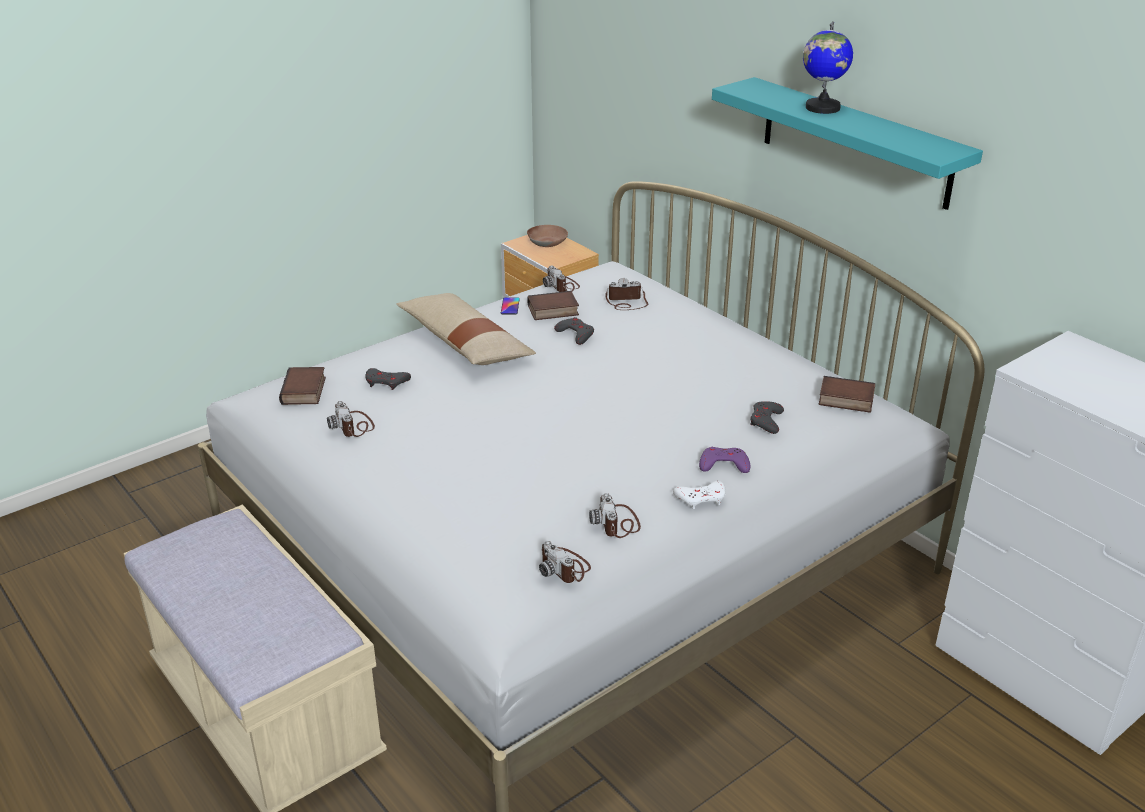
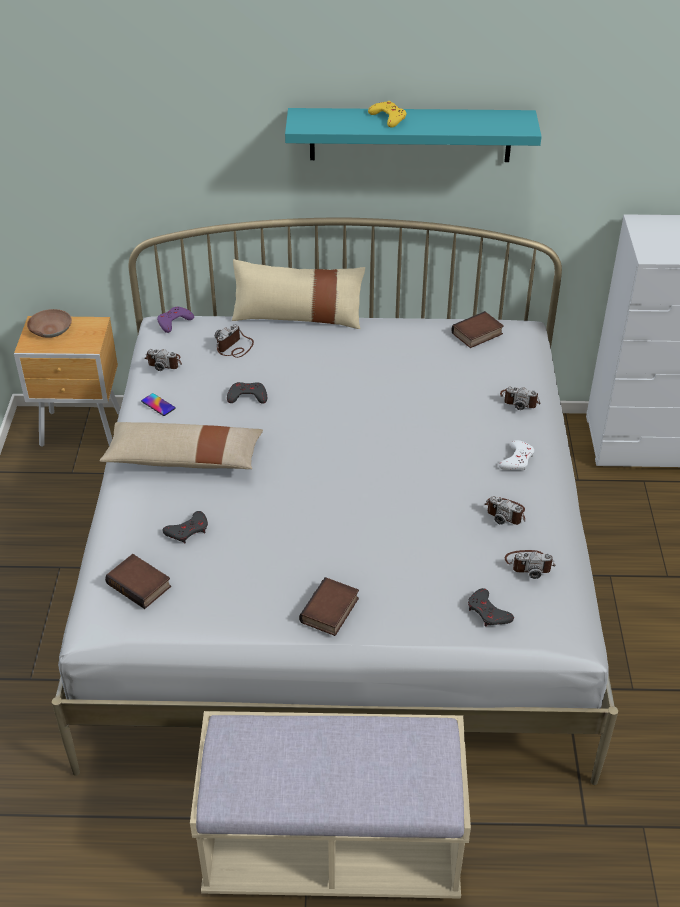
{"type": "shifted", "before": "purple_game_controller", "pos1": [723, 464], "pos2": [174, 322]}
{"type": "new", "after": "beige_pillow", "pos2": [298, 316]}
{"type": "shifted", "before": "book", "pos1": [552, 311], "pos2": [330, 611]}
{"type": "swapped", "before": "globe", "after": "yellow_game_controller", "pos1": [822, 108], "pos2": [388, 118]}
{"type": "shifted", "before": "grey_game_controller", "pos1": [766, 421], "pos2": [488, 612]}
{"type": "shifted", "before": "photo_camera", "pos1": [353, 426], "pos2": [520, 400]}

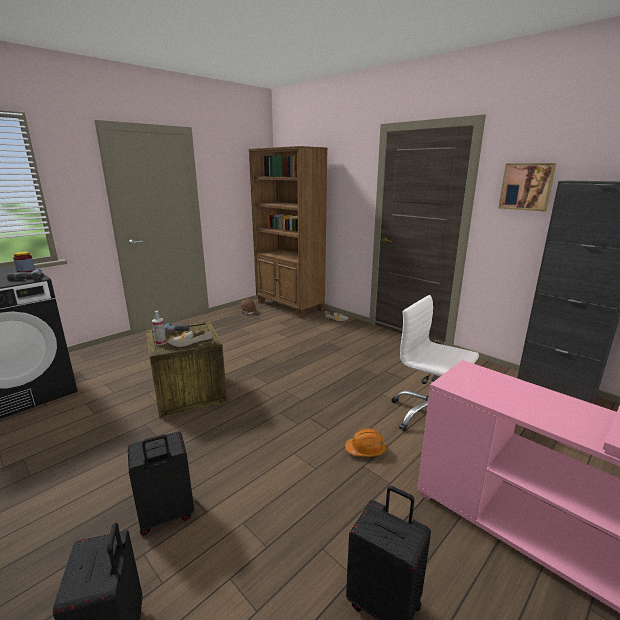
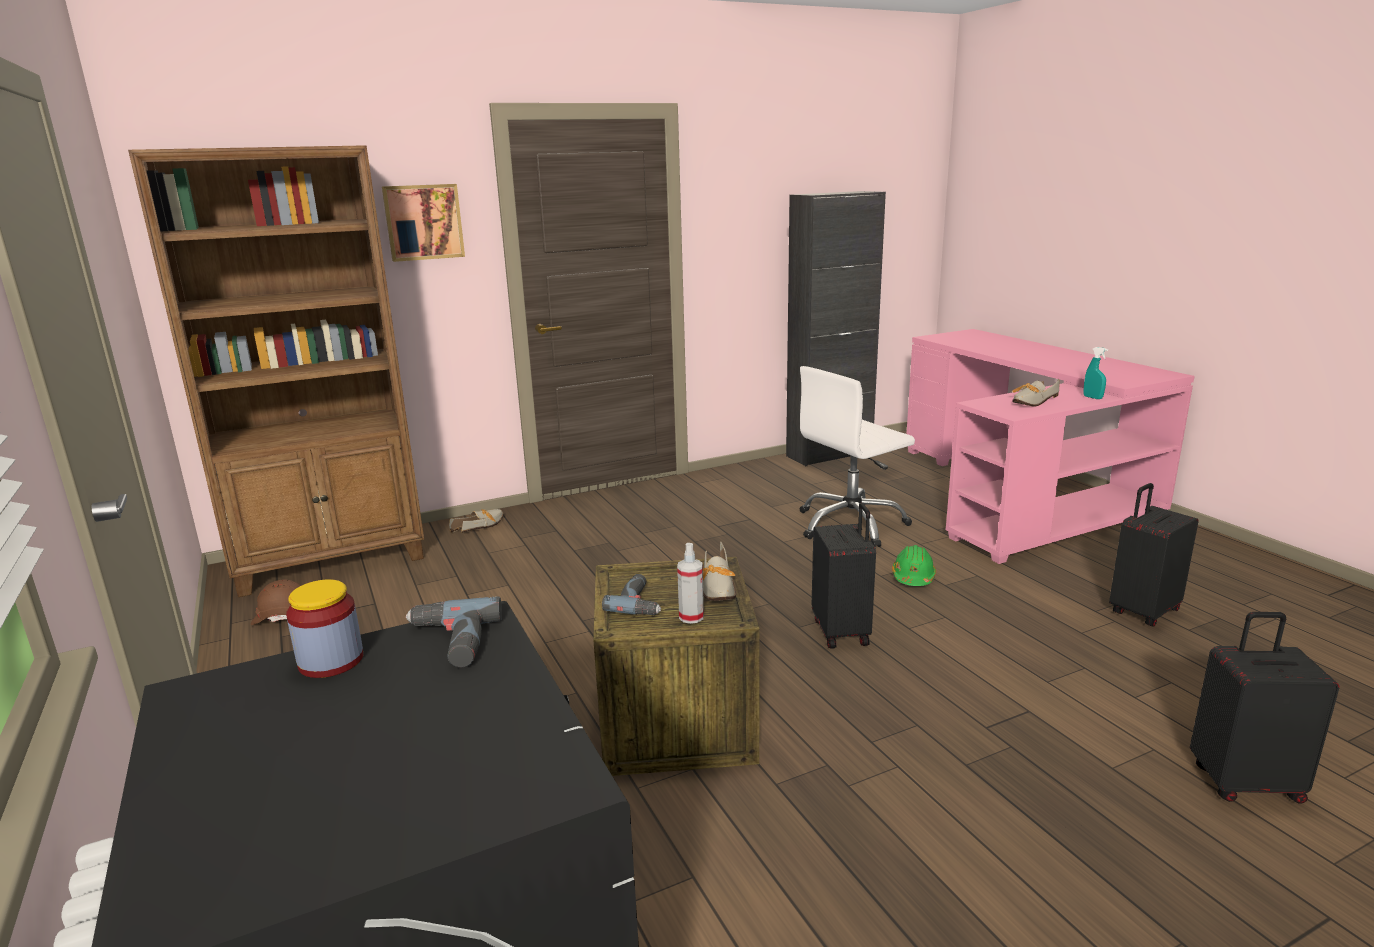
{"type": "shifted", "before": "picture", "pos1": [526, 186], "pos2": [423, 222]}
{"type": "shifted", "before": "black_suitcase", "pos1": [166, 516], "pos2": [842, 631]}
{"type": "repainted", "before": "orange_hard_hat", "after": "green_hard_hat", "pos1": [366, 450], "pos2": [913, 577]}
{"type": "new", "after": "shoe", "pos2": [1031, 402]}
{"type": "new", "after": "turquoise_spray_bottle", "pos2": [1092, 397]}

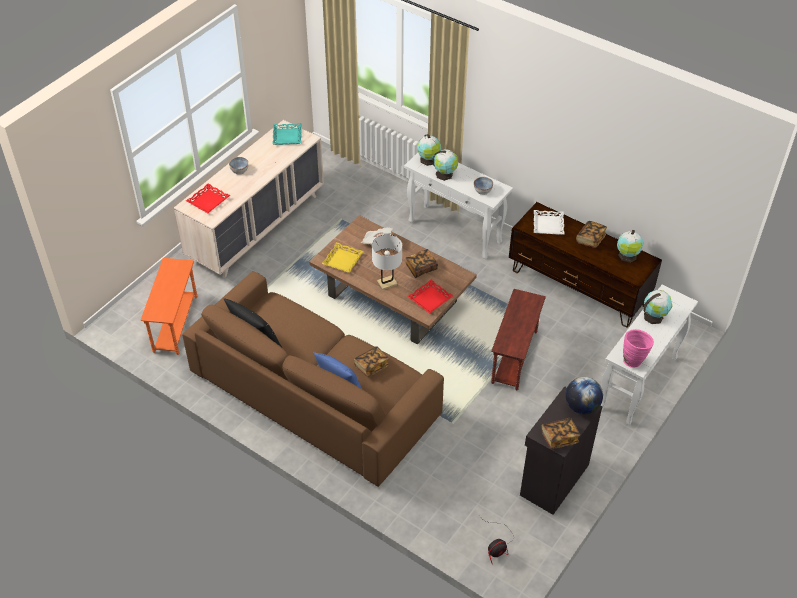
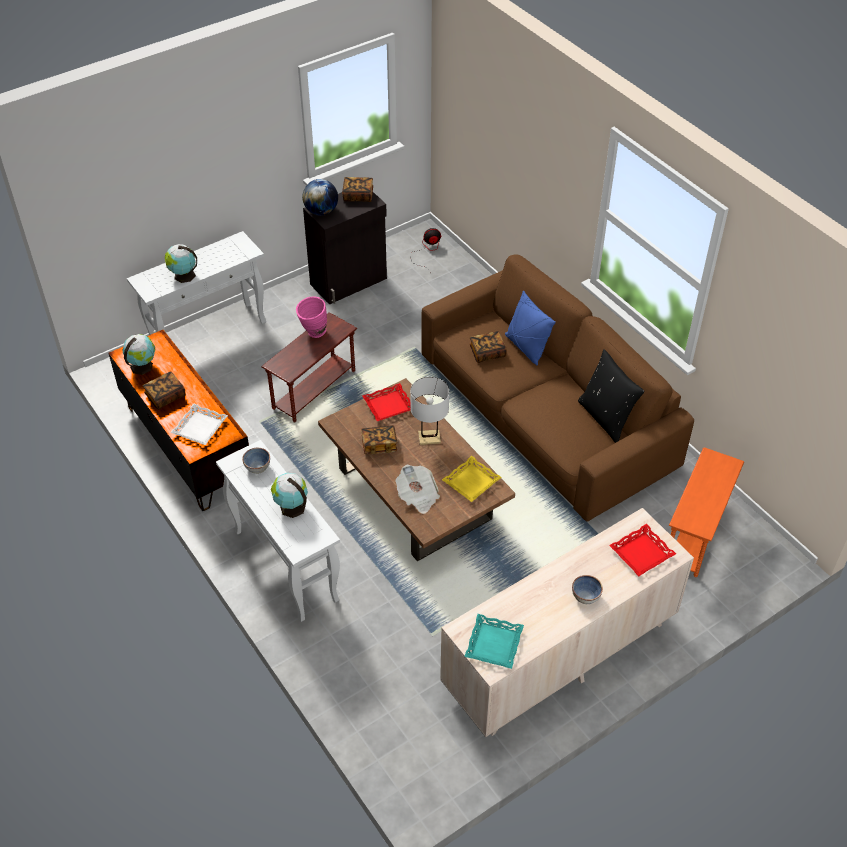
{"type": "shifted", "before": "pink_vase", "pos1": [633, 360], "pos2": [313, 333]}
{"type": "gone", "before": "globe", "pos1": [428, 160]}

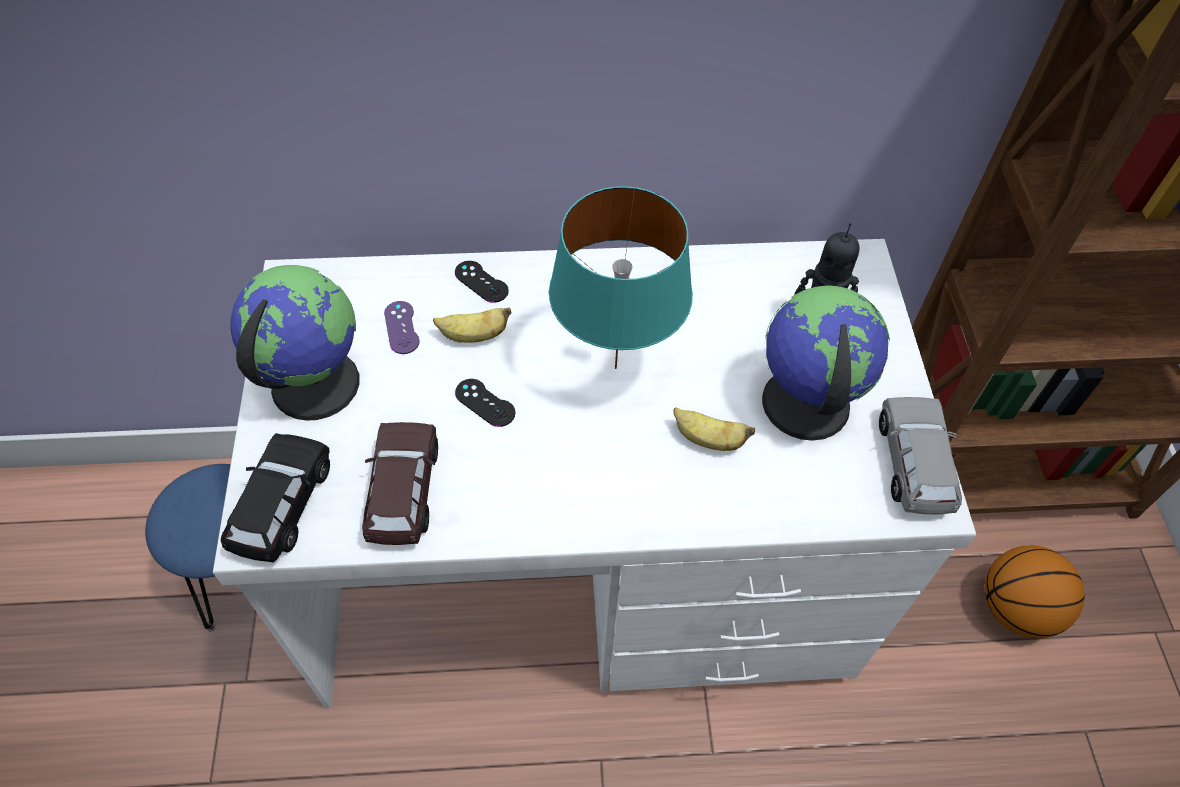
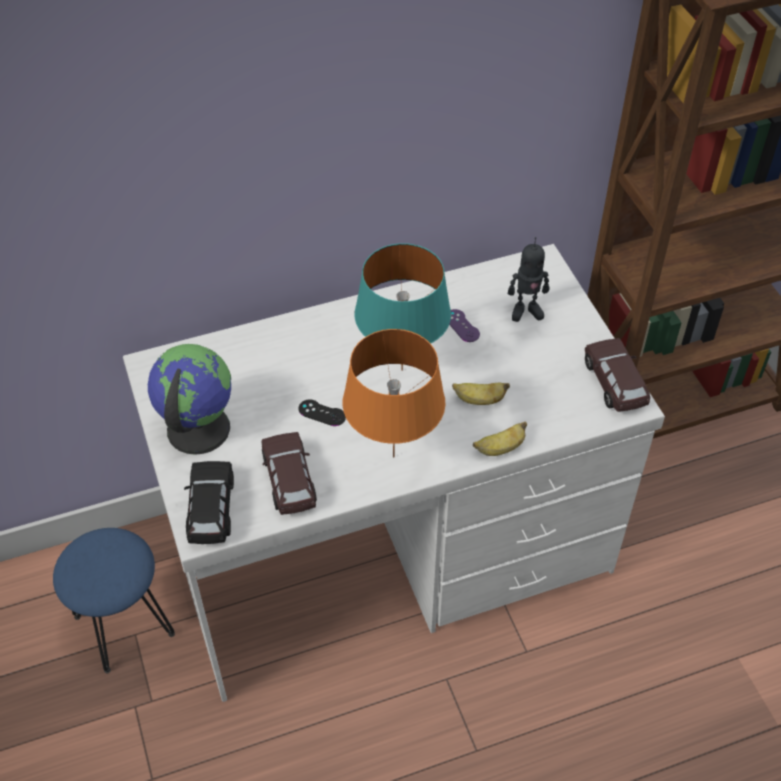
{"type": "new", "after": "orange_table_lamp", "pos2": [392, 456]}
{"type": "shifted", "before": "purple_game_controller", "pos1": [401, 327], "pos2": [462, 326]}
{"type": "shifted", "before": "banana", "pos1": [473, 336], "pos2": [500, 449]}
{"type": "repainted", "before": "grey_toy_car", "after": "brown_toy_car", "pos1": [913, 464], "pos2": [614, 383]}
{"type": "gone", "before": "black_game_controller", "pos1": [481, 282]}
{"type": "gone", "before": "globe", "pos1": [804, 403]}
{"type": "gone", "before": "basketball", "pos1": [1016, 609]}

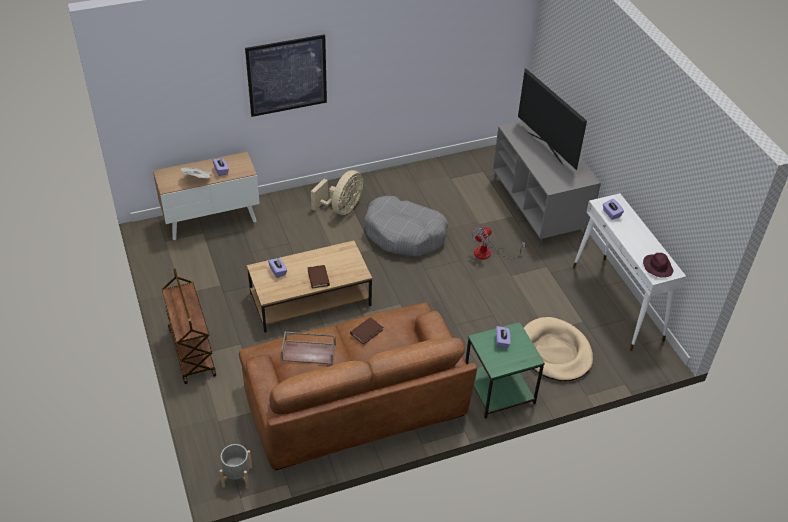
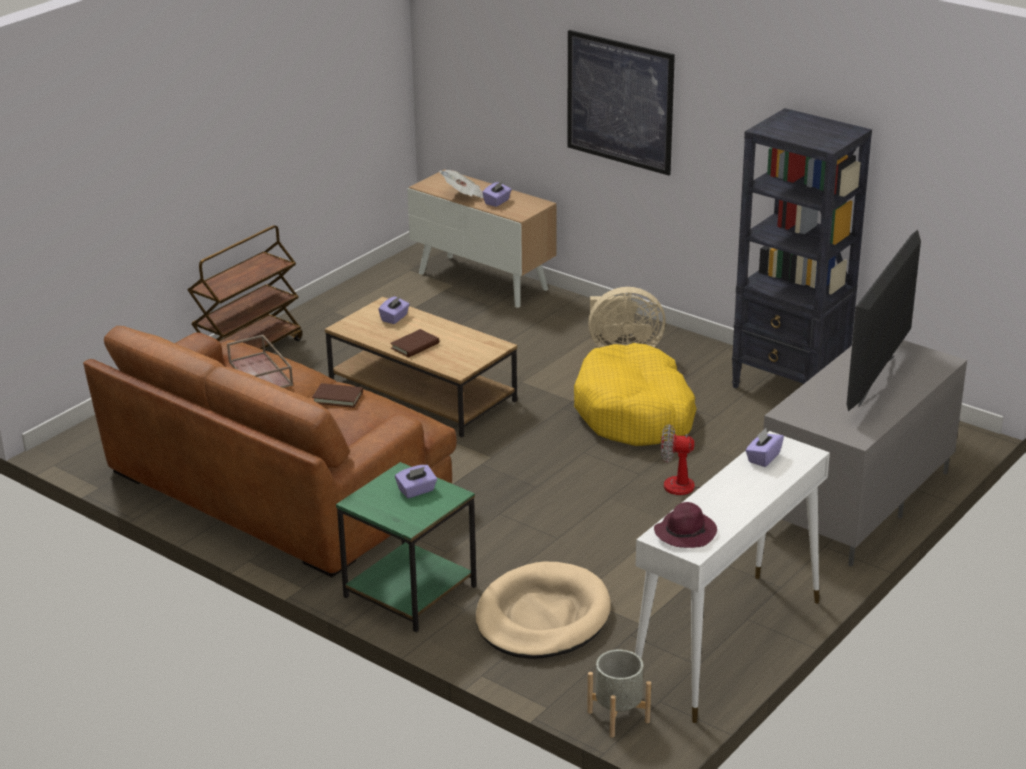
{"type": "repainted", "before": "grey_dog_bed", "after": "yellow_dog_bed", "pos1": [404, 234], "pos2": [635, 413]}
{"type": "shifted", "before": "grey_planter", "pos1": [237, 476], "pos2": [618, 717]}
{"type": "new", "after": "black_bookcase", "pos2": [790, 387]}

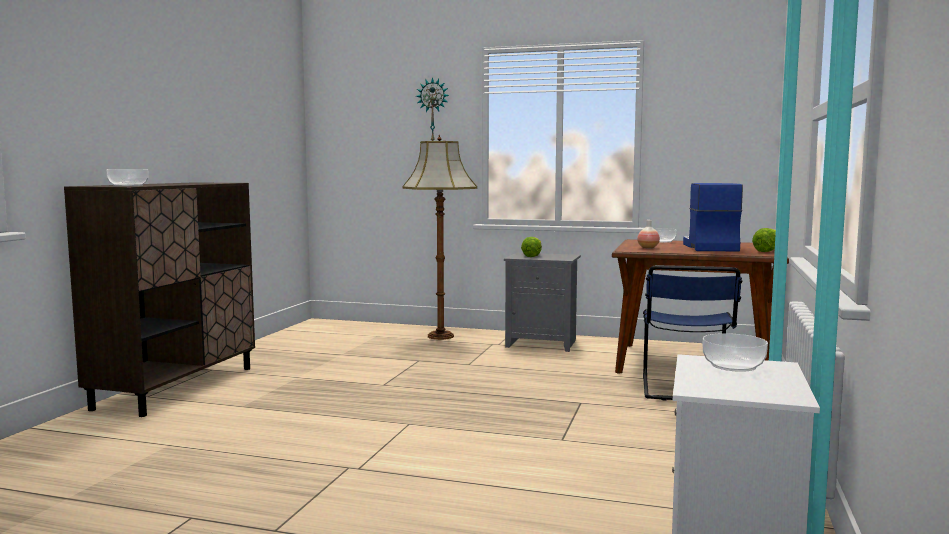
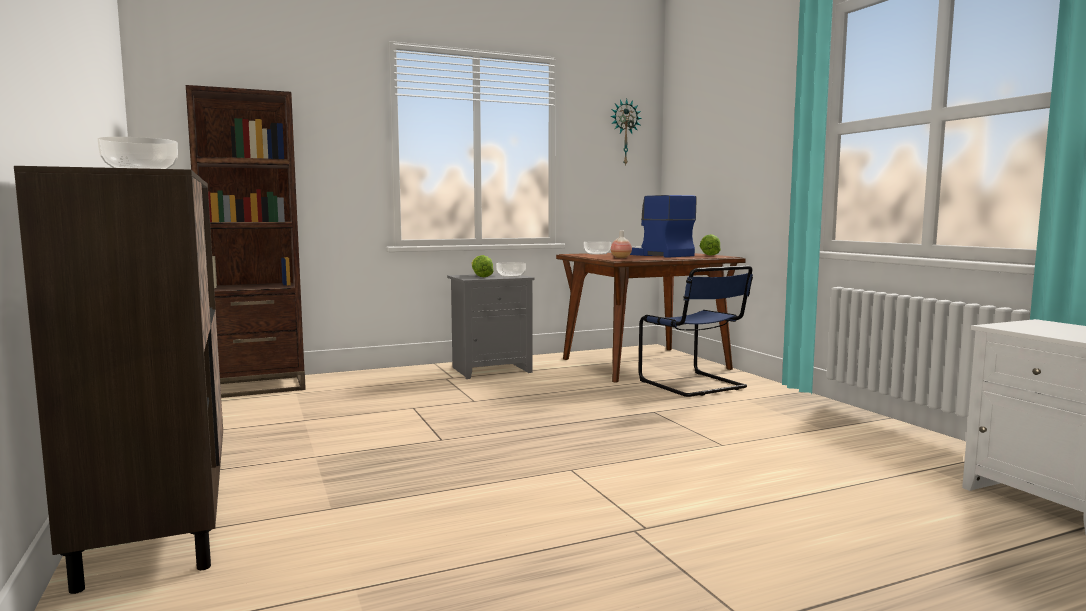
{"type": "new", "after": "brown_bookcase", "pos2": [256, 387]}
{"type": "shifted", "before": "bowl", "pos1": [733, 365], "pos2": [510, 276]}
{"type": "shifted", "before": "wall_clock", "pos1": [433, 110], "pos2": [624, 132]}
{"type": "gone", "before": "floor_lamp", "pos1": [440, 336]}

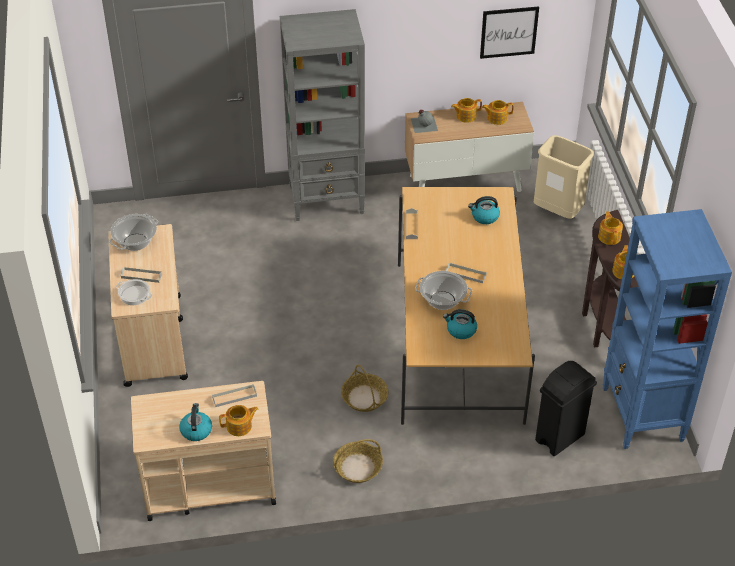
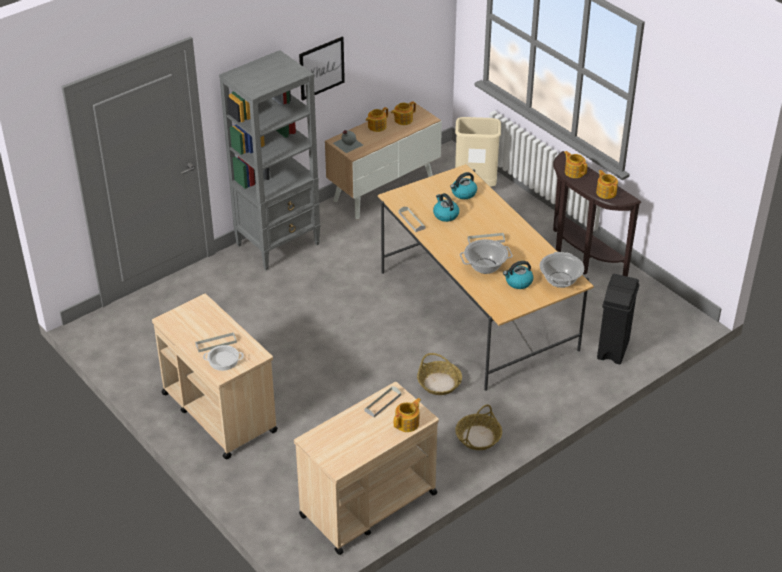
{"type": "shifted", "before": "picture", "pos1": [509, 32], "pos2": [321, 68]}
{"type": "shifted", "before": "kettle", "pos1": [196, 430], "pos2": [445, 215]}
{"type": "shifted", "before": "cooking_pot", "pos1": [135, 242], "pos2": [560, 280]}
{"type": "gone", "before": "blue_bookcase", "pos1": [642, 415]}

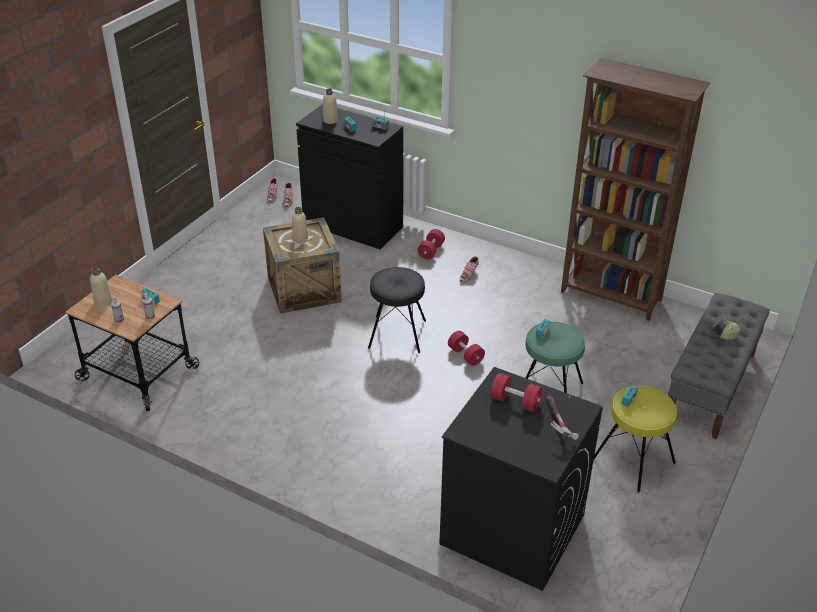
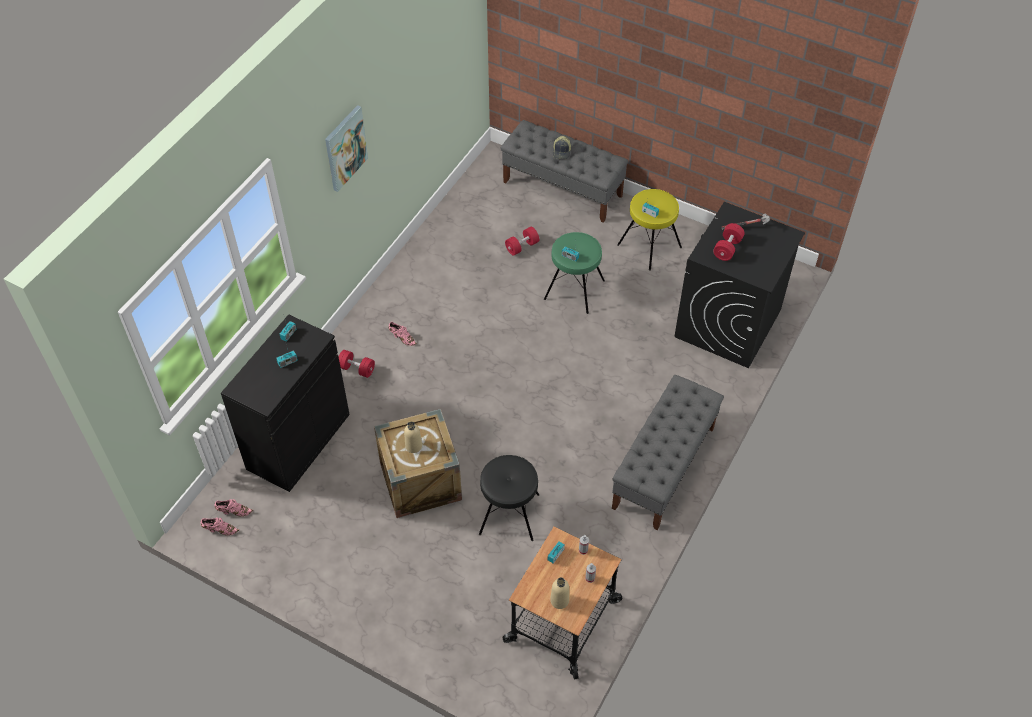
{"type": "new", "after": "picture", "pos2": [345, 148]}
{"type": "shifted", "before": "black_stool", "pos1": [397, 333], "pos2": [509, 514]}
{"type": "shifted", "before": "red_dumbbell", "pos1": [465, 355], "pos2": [522, 246]}
{"type": "new", "after": "grey_bench", "pos2": [663, 468]}
{"type": "gone", "before": "beige_bottle", "pos1": [330, 120]}
{"type": "gone", "before": "brown_bookcase", "pos1": [611, 296]}

